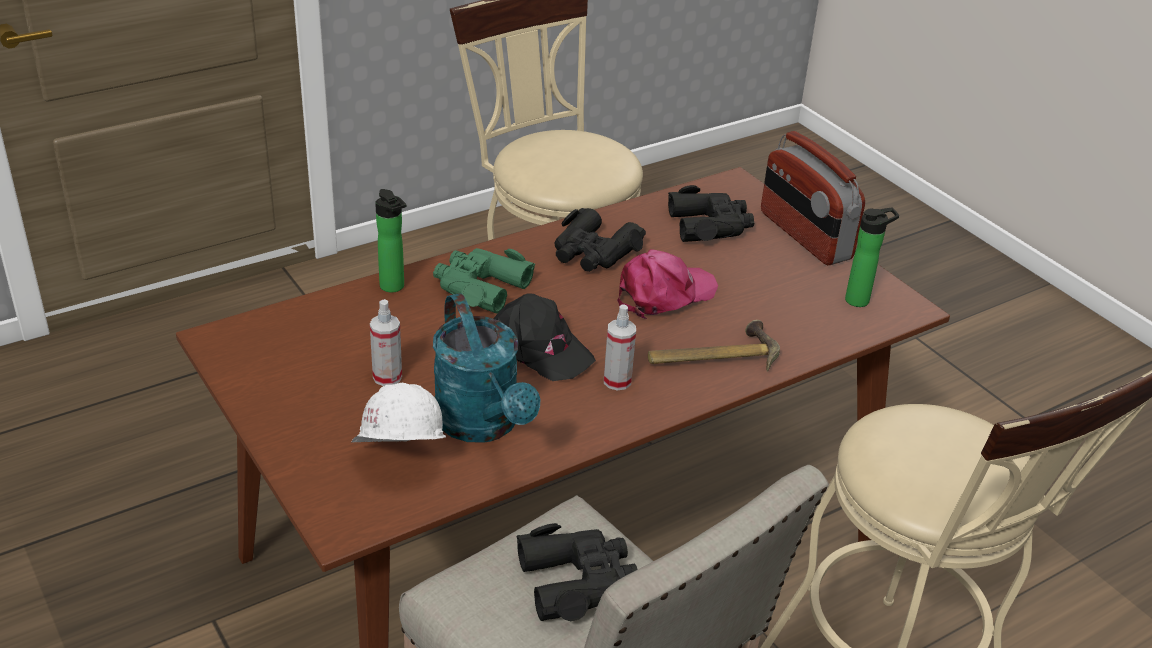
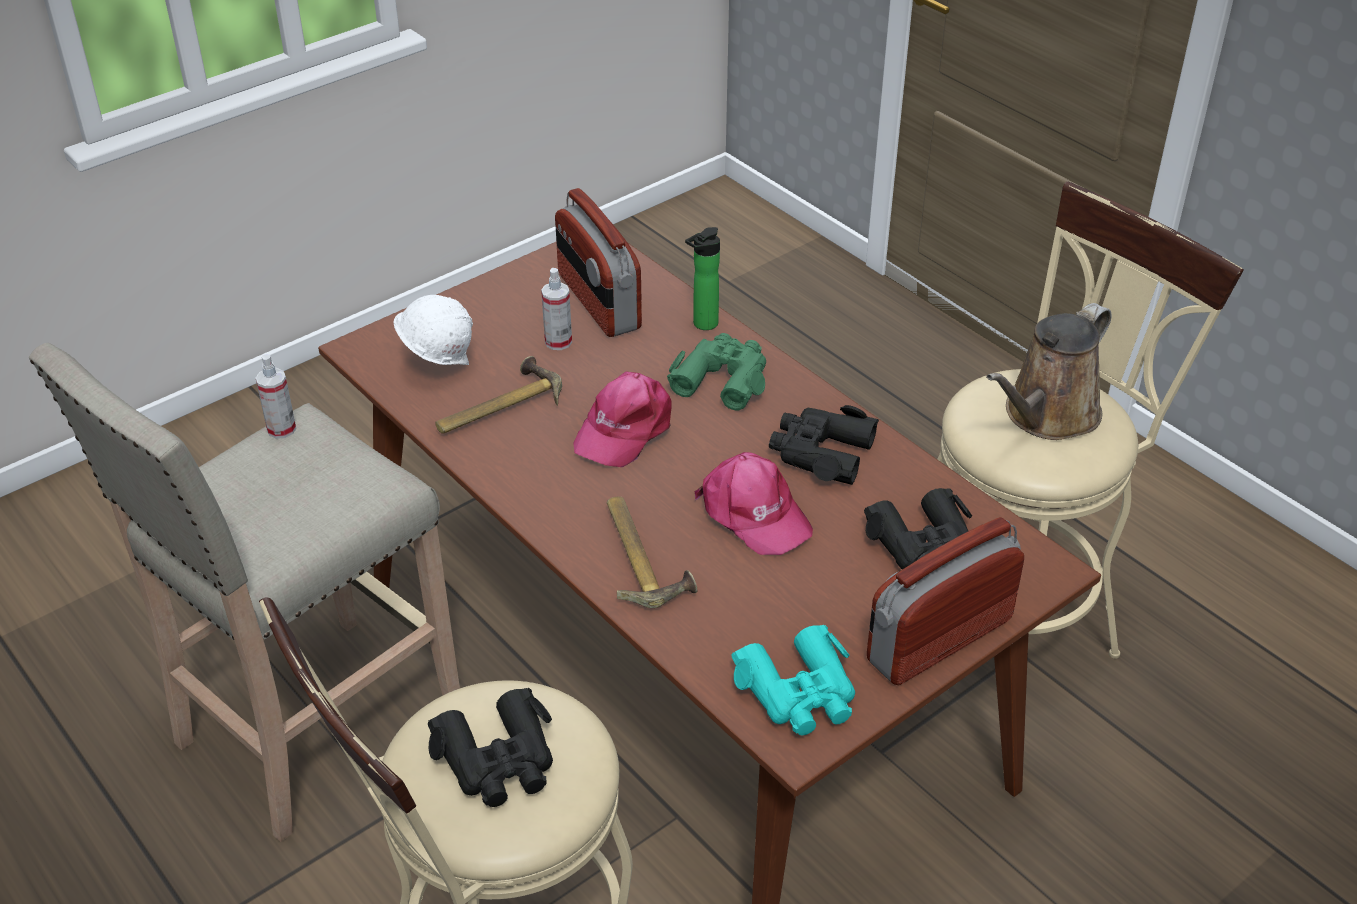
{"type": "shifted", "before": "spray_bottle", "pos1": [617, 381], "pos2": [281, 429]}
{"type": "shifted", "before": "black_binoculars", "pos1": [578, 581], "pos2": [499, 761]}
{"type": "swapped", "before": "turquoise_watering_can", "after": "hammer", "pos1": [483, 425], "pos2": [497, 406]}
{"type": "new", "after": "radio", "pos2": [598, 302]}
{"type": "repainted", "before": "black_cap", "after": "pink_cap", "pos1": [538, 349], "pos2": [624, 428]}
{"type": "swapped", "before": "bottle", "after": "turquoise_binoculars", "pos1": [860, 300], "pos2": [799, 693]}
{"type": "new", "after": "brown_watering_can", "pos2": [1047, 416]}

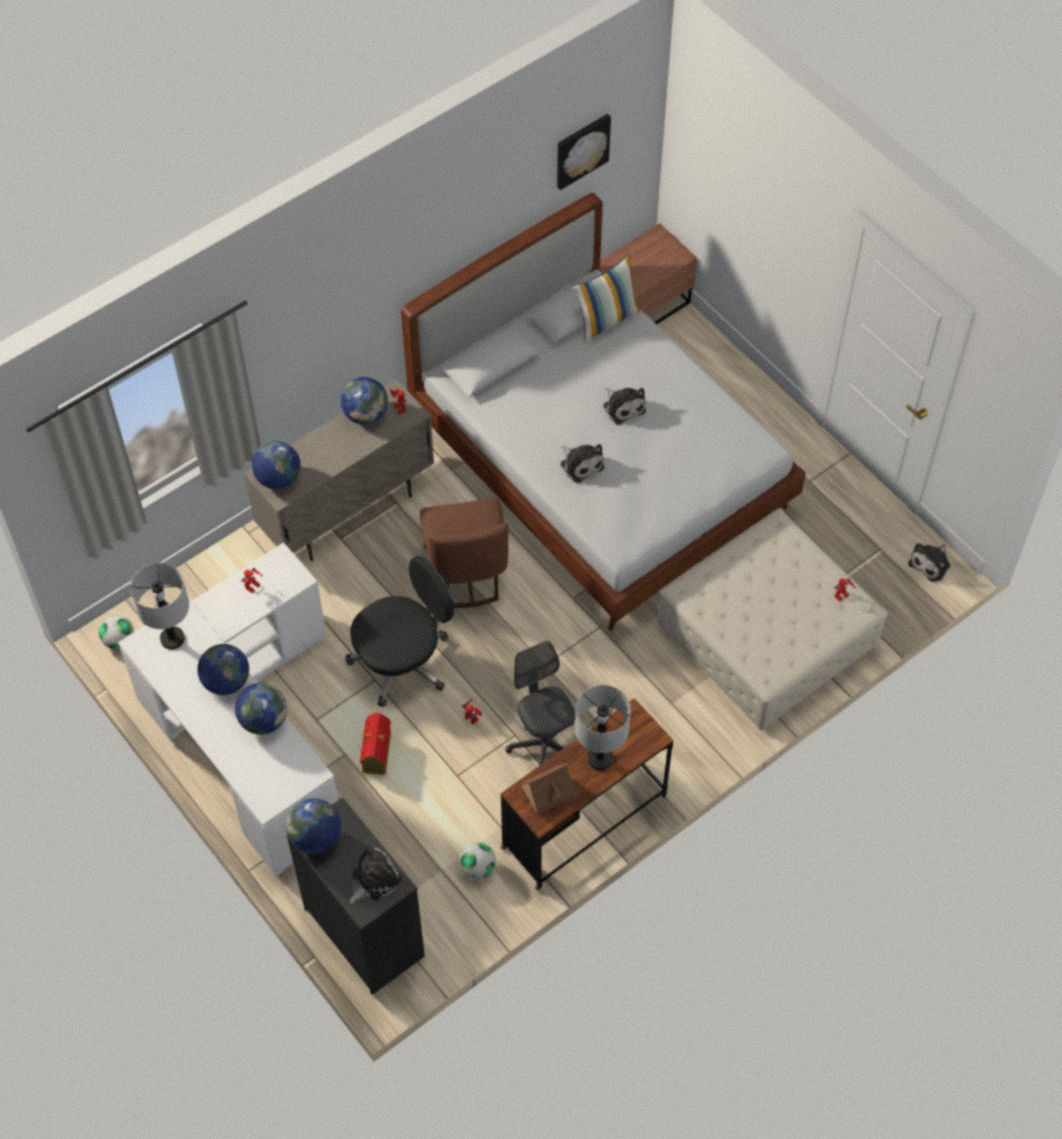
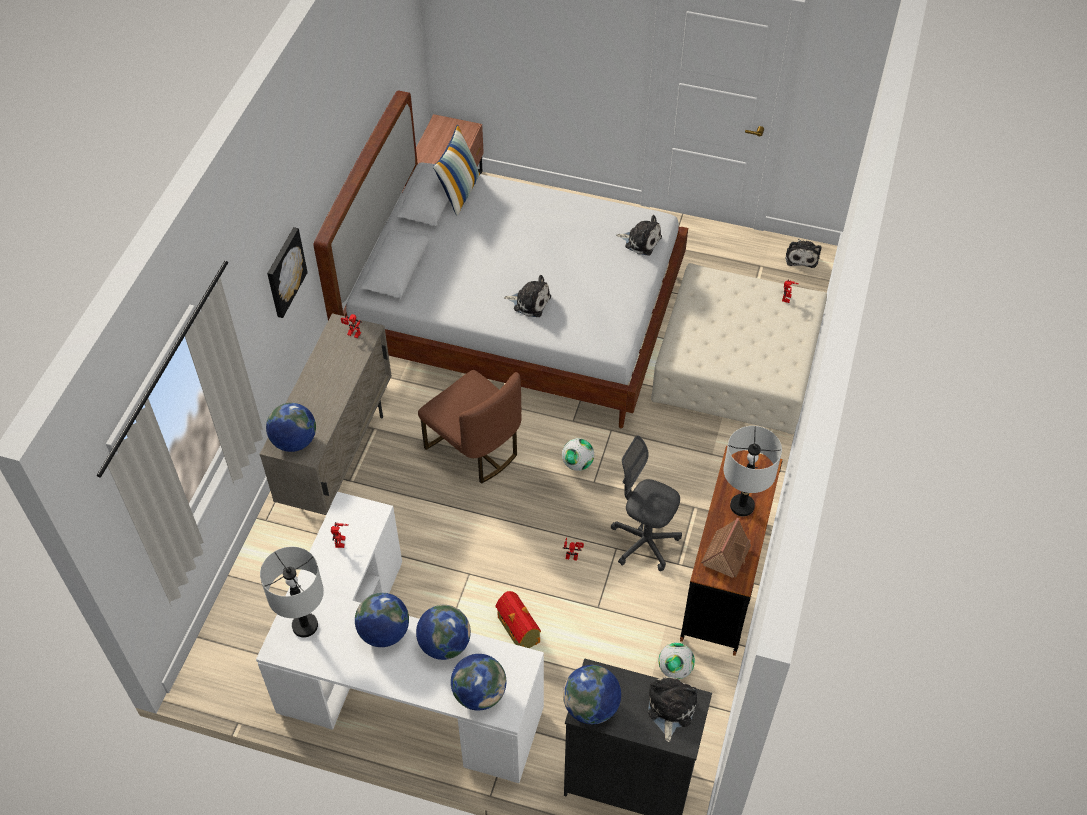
{"type": "shifted", "before": "picture", "pos1": [581, 150], "pos2": [284, 272]}
{"type": "shifted", "before": "globe", "pos1": [365, 414], "pos2": [479, 693]}
{"type": "shifted", "before": "football", "pos1": [119, 640], "pos2": [577, 463]}
{"type": "shifted", "before": "plush_toy", "pos1": [623, 407], "pos2": [641, 241]}
{"type": "gone", "before": "black_office_chair", "pos1": [403, 661]}

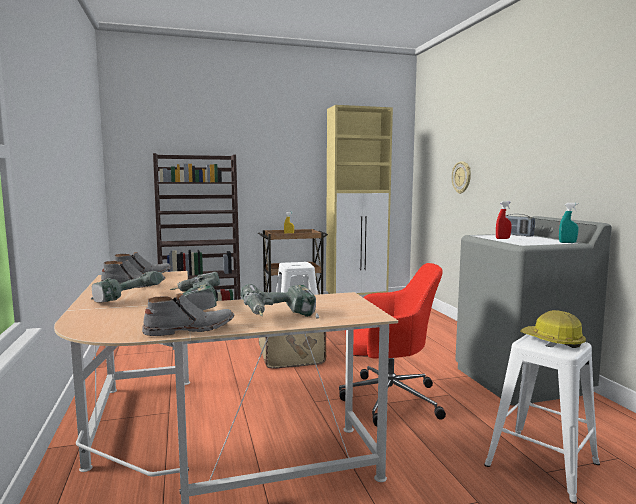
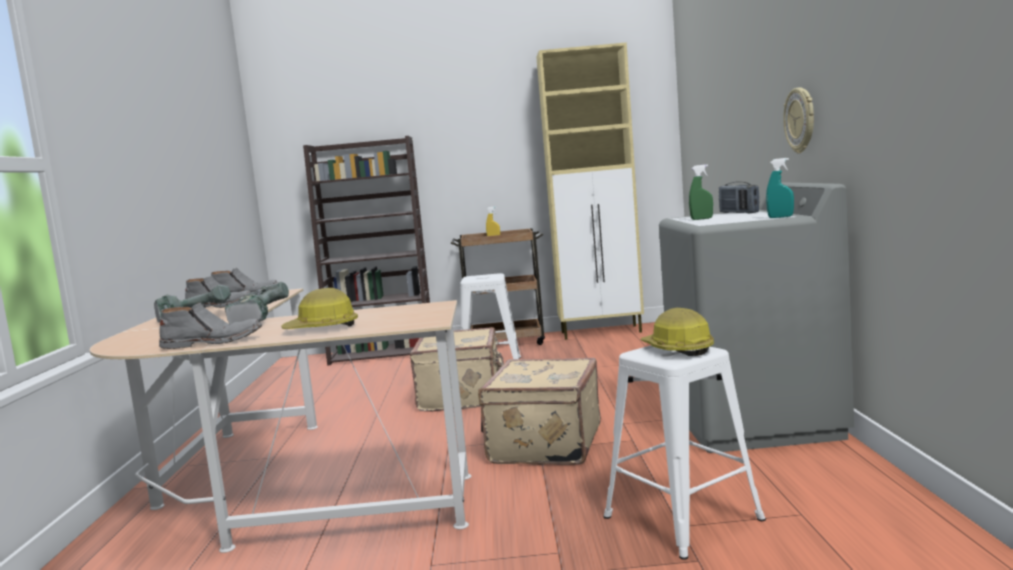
{"type": "swapped", "before": "power_drill", "after": "hard_hat", "pos1": [280, 318], "pos2": [322, 329]}
{"type": "swapped", "before": "red_office_chair", "after": "beige_suitcase", "pos1": [388, 399], "pos2": [543, 445]}
{"type": "repainted", "before": "red_spray_bottle", "after": "green_spray_bottle", "pos1": [502, 238], "pos2": [701, 219]}
{"type": "shifted", "before": "wall_clock", "pos1": [462, 177], "pos2": [801, 120]}

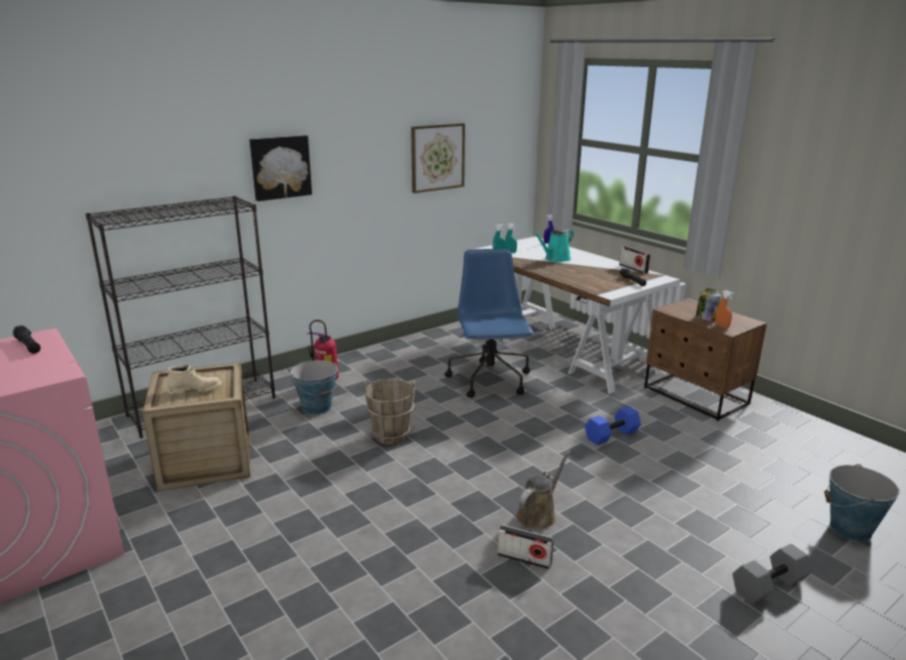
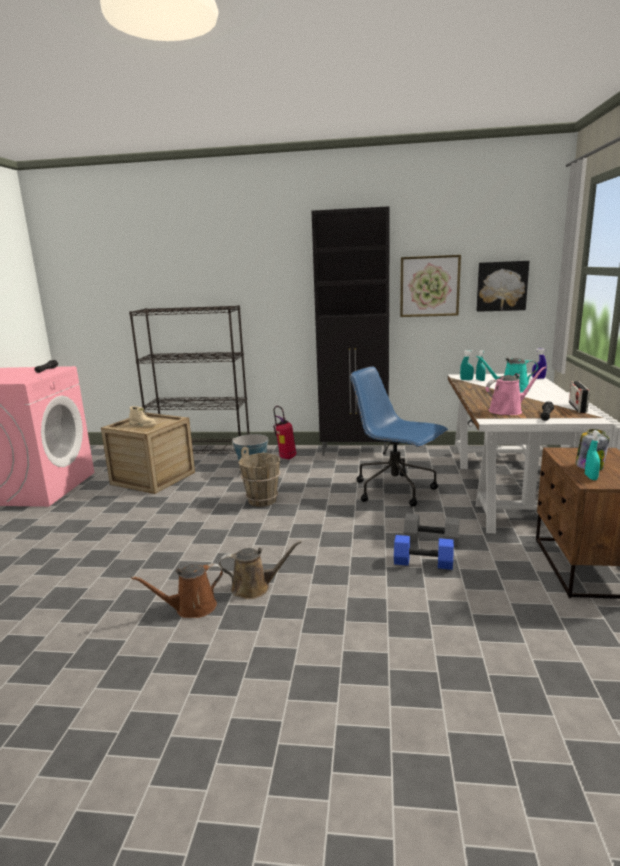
{"type": "swapped", "before": "radio", "after": "brown_watering_can", "pos1": [524, 559], "pos2": [191, 608]}
{"type": "new", "after": "black_cabinet", "pos2": [355, 451]}
{"type": "rotated", "before": "blue_office_chair", "pos1": [490, 381], "pos2": [396, 490], "turn": -90}
{"type": "shifted", "before": "grey_dumbbell", "pos1": [768, 585], "pos2": [431, 539]}
{"type": "shifted", "before": "picture", "pos1": [280, 167], "pos2": [501, 286]}
{"type": "new", "after": "pink_watering_can", "pos2": [508, 410]}
{"type": "repainted", "before": "orange_spray_bottle", "after": "turquoise_spray_bottle", "pos1": [721, 326], "pos2": [590, 477]}
{"type": "gone", "before": "bucket", "pos1": [850, 529]}

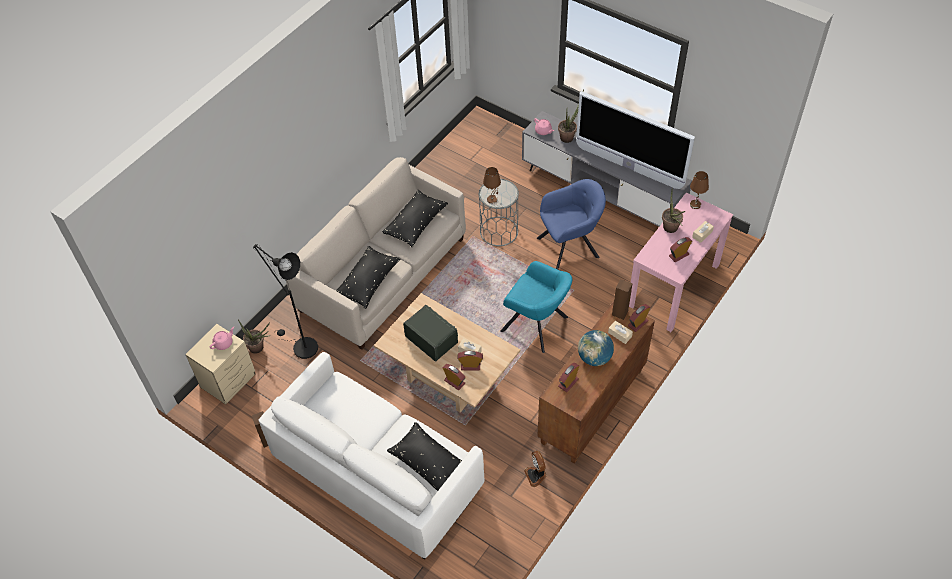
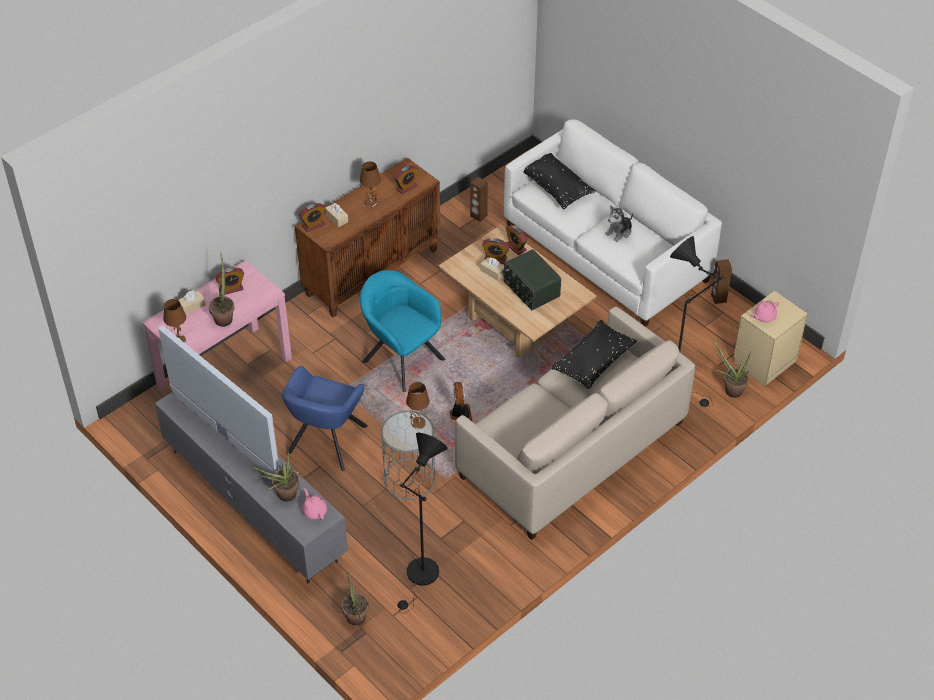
{"type": "rotated", "before": "blue_armchair", "pos1": [570, 246], "pos2": [325, 442], "turn": -60}
{"type": "new", "after": "potted_plant", "pos2": [356, 621]}
{"type": "swapped", "before": "globe", "after": "brown_table_lamp", "pos1": [594, 358], "pos2": [372, 203]}
{"type": "new", "after": "black_floor_lamp", "pos2": [421, 577]}
{"type": "shifted", "before": "fan", "pos1": [536, 475], "pos2": [460, 414]}
{"type": "shifted", "before": "brown_speaker", "pos1": [620, 313], "pos2": [478, 216]}
{"type": "new", "after": "plush_toy", "pos2": [619, 232]}
{"type": "gone", "before": "black_pillow", "pos1": [416, 224]}

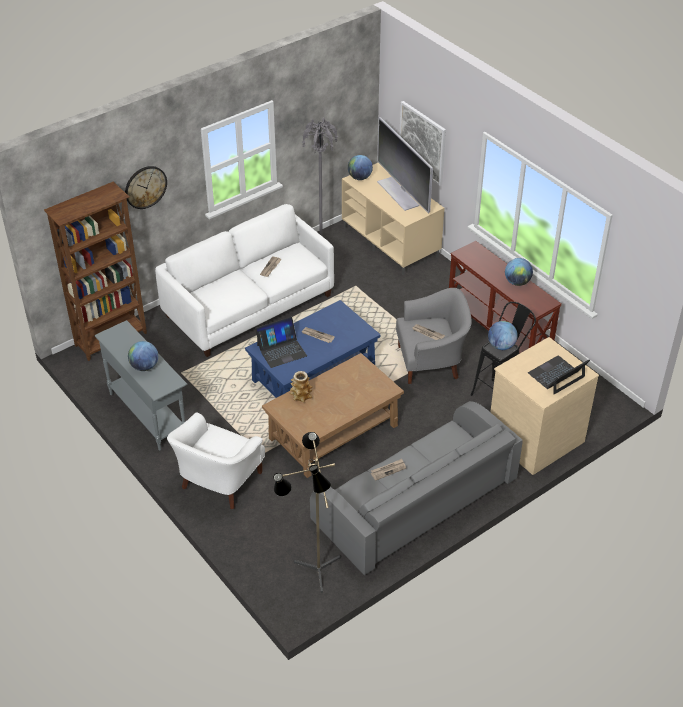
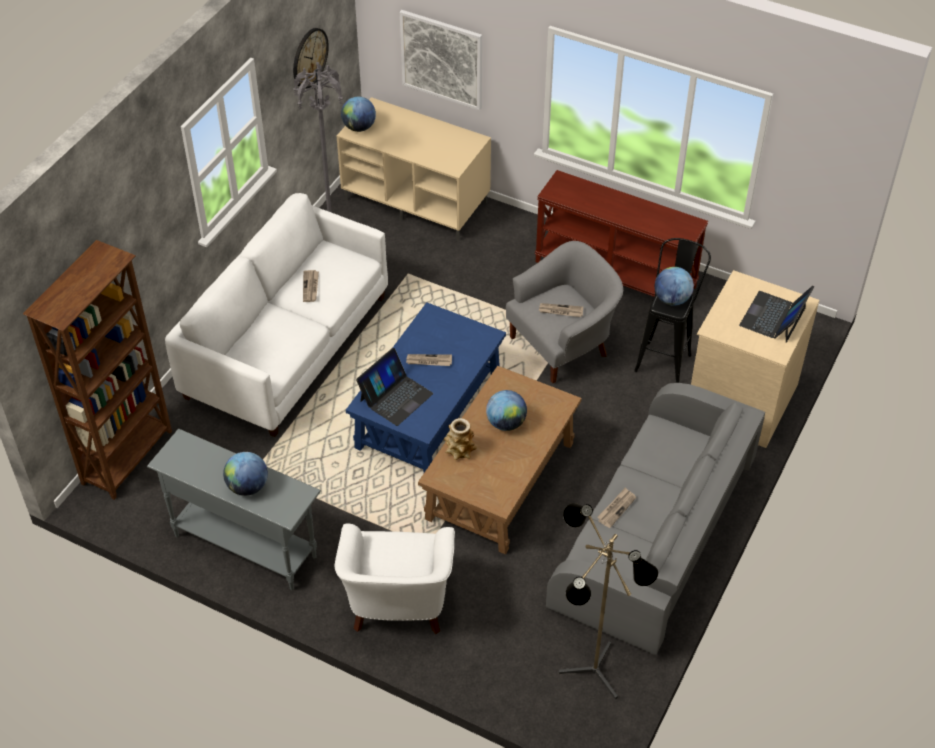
{"type": "shifted", "before": "wall_clock", "pos1": [145, 187], "pos2": [309, 57]}
{"type": "shifted", "before": "globe", "pos1": [517, 282], "pos2": [506, 423]}
{"type": "gone", "before": "television", "pos1": [399, 193]}

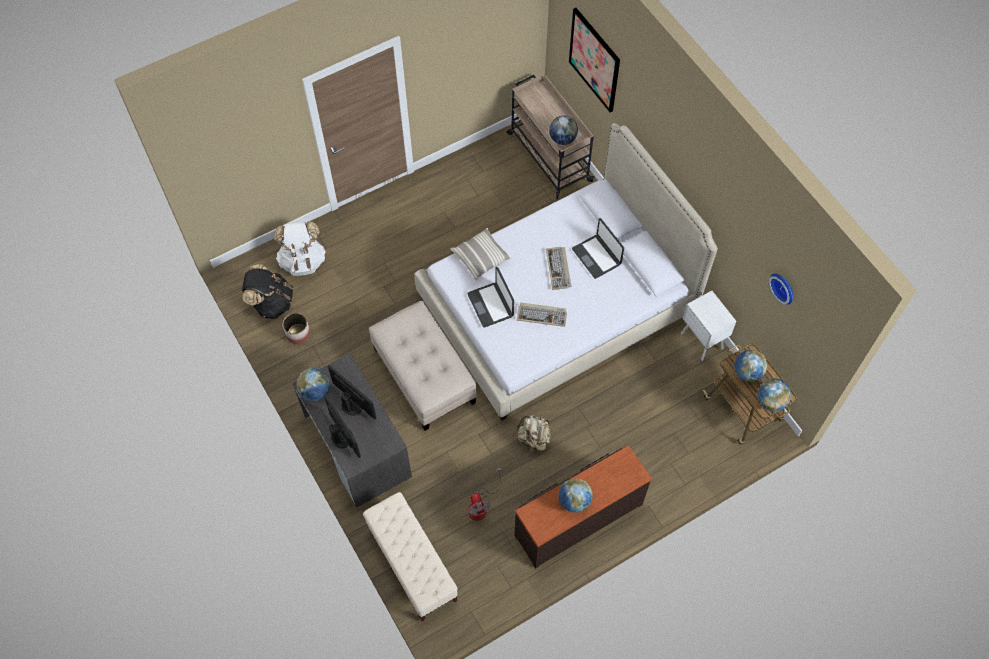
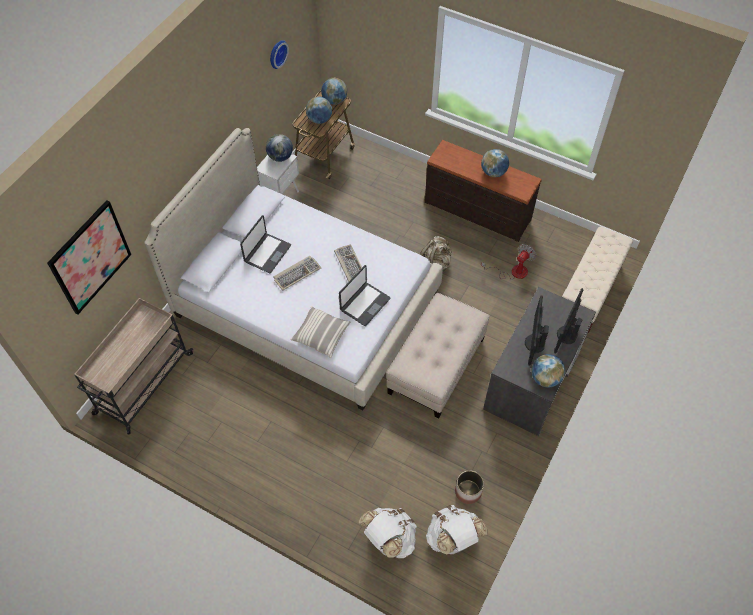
{"type": "shifted", "before": "globe", "pos1": [562, 139], "pos2": [280, 157]}
{"type": "repainted", "before": "black_backpack", "after": "white_backpack", "pos1": [271, 302], "pos2": [452, 538]}

